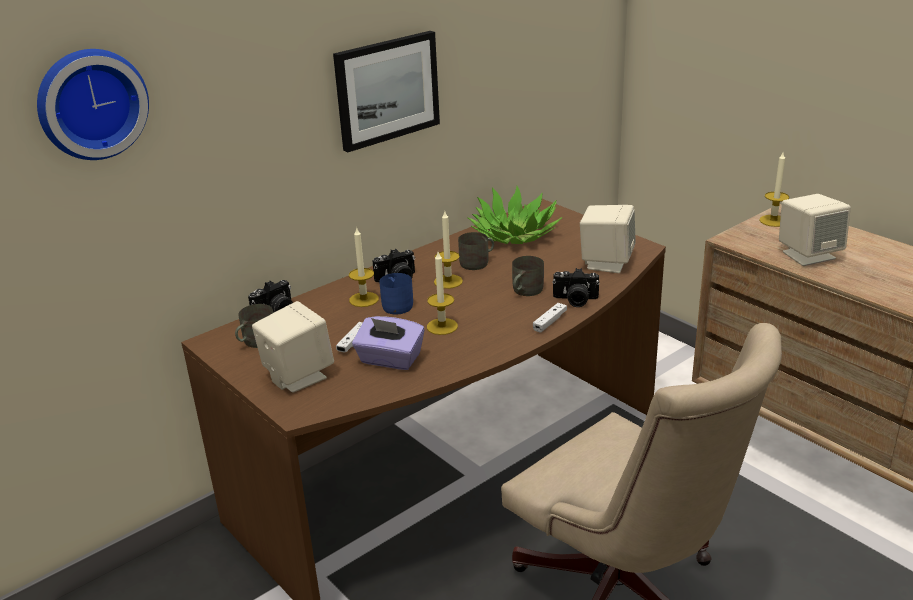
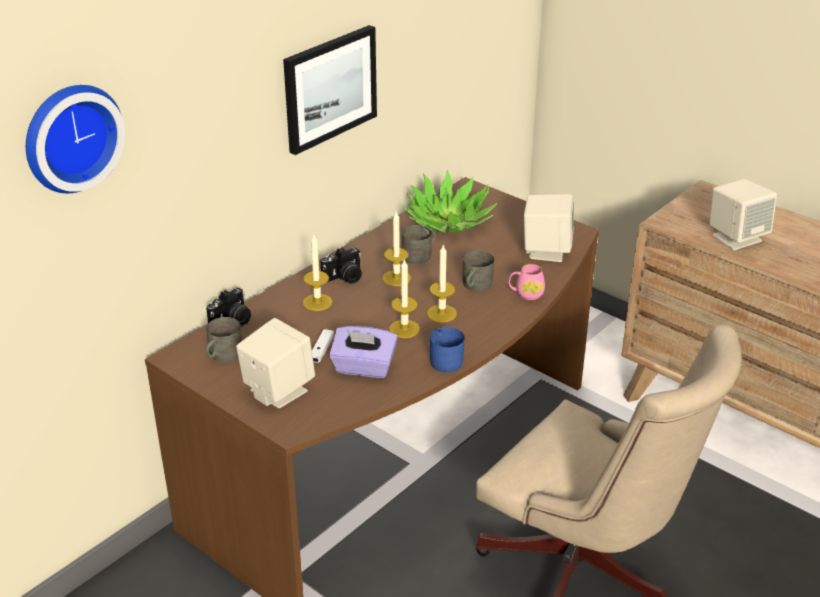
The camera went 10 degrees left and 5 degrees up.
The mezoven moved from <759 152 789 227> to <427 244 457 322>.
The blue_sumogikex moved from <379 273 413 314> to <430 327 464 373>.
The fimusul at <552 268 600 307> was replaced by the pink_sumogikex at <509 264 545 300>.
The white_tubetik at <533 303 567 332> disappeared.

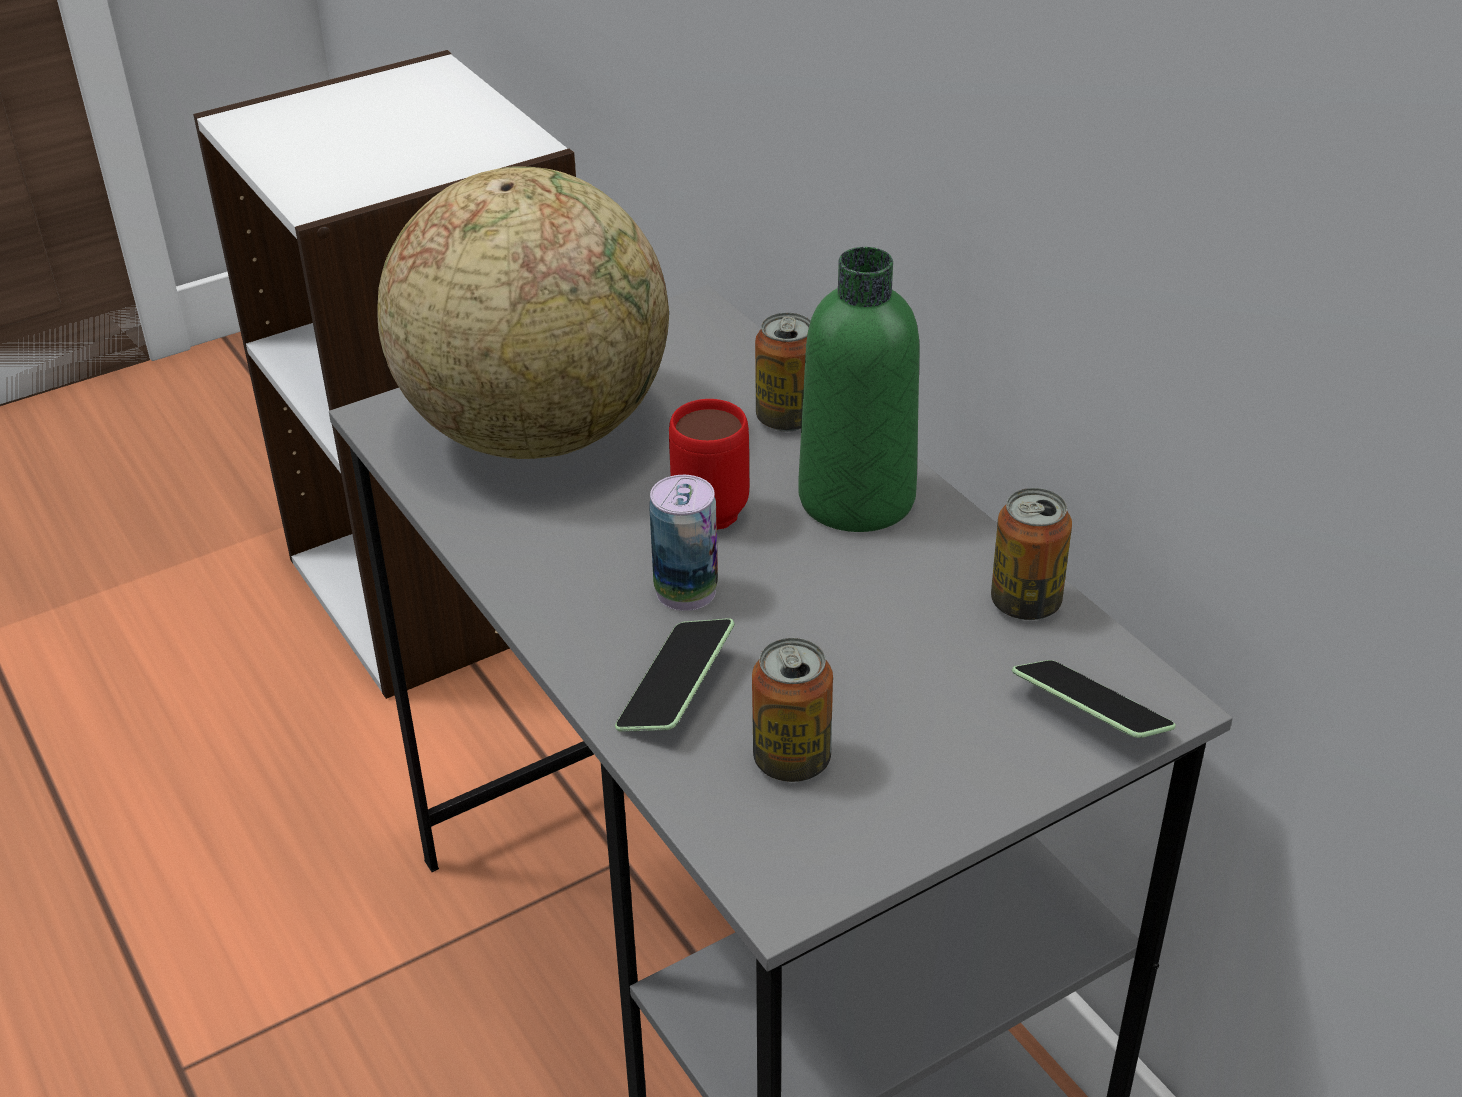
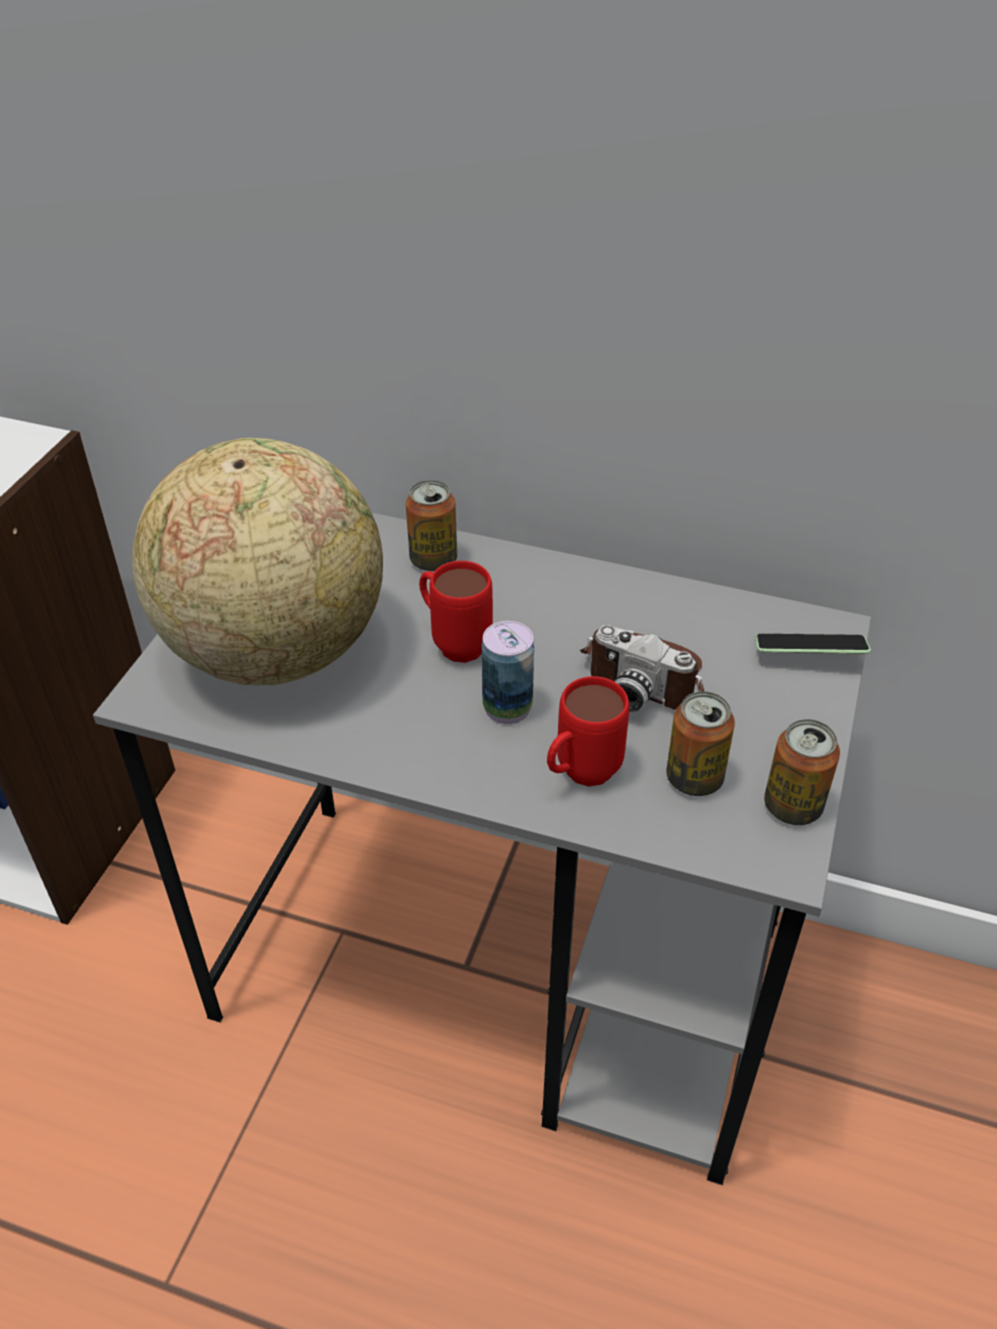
The camera went 40 degrees left and 5 degrees up.
The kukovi at <615 618 735 732> was replaced by the red_sumogikex at <547 676 630 786>.
The fimusul at <580 625 704 712> appeared.
The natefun moved from <991 488 1072 620> to <764 719 840 825>.
The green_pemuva at <798 247 920 532> disappeared.

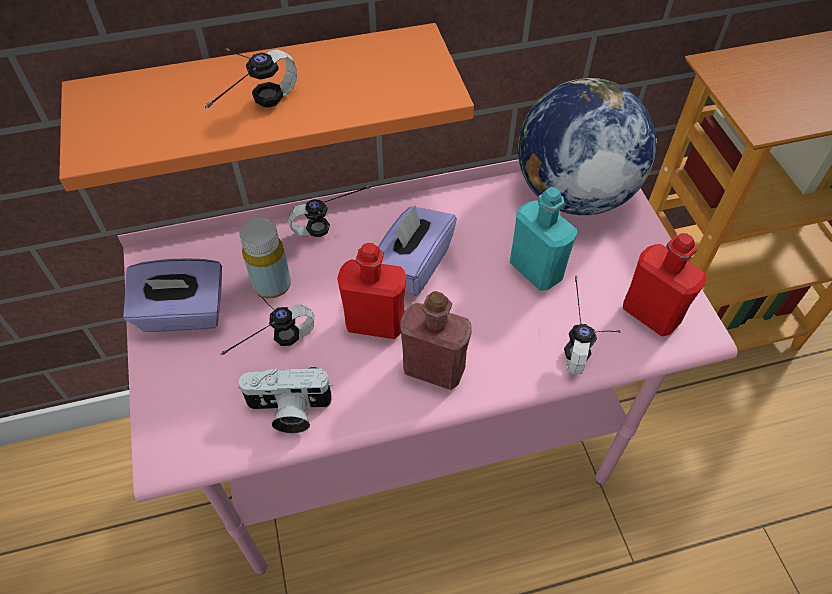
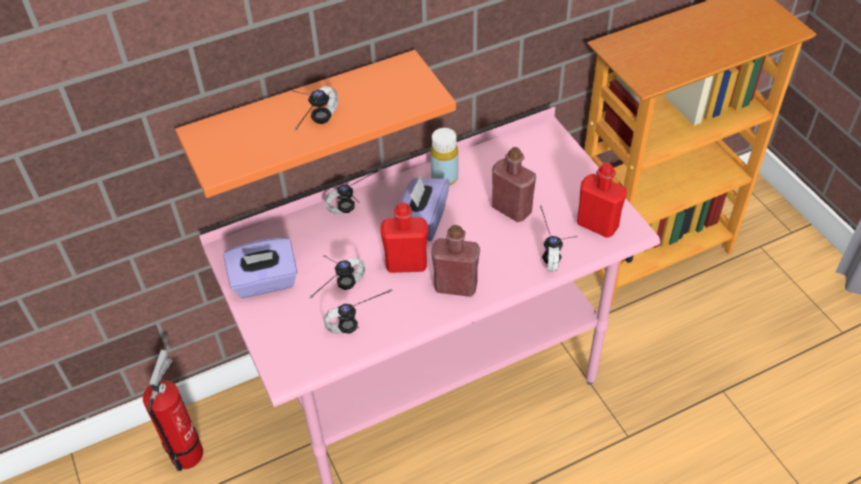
The camera went 10 degrees left and 5 degrees down.
The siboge at <143 350 203 471> appeared.
The fimusul at <238 367 333 433> was replaced by the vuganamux at <324 289 392 334>.
The yellow_pemuva moved from <239 218 291 298> to <431 128 458 186>.
The turquoise_pemuva at <509 187 577 290> became the red_pemuva at <492 147 536 222>.
The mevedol at <518 78 657 215> disappeared.

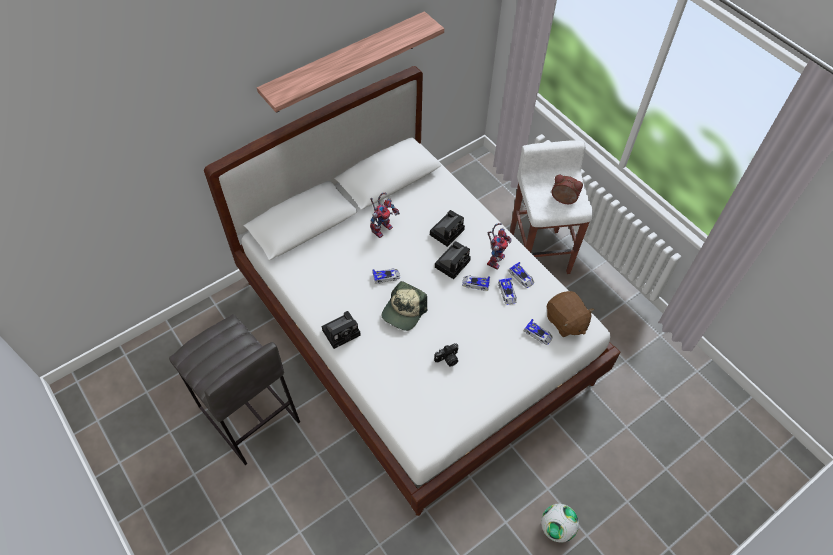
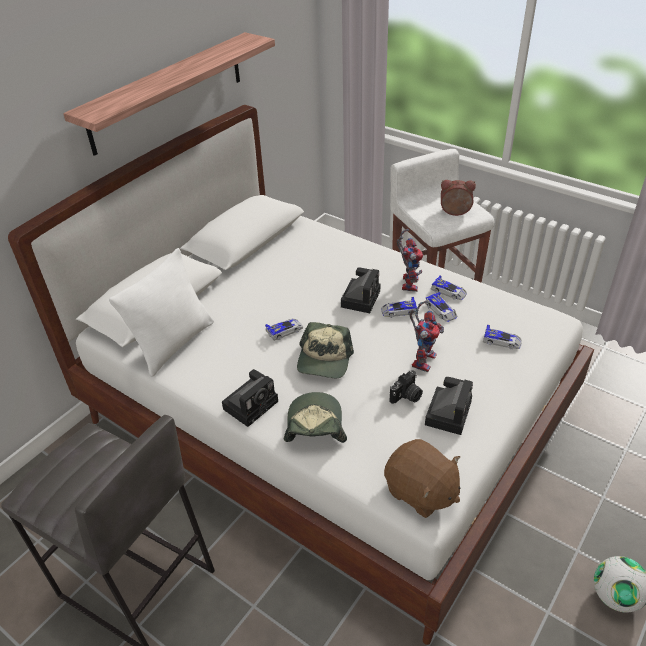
The camera went 15 degrees left and 15 degrees down.
The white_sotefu at <109 248 214 377> appeared.
The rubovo at <284 392 347 443> appeared.
The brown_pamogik moved from <547 291 594 337> to <384 439 460 518>.
The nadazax moved from <370 193 400 238> to <409 301 444 372>.
The fimusul moved from <430 210 465 247> to <425 377 473 435>.

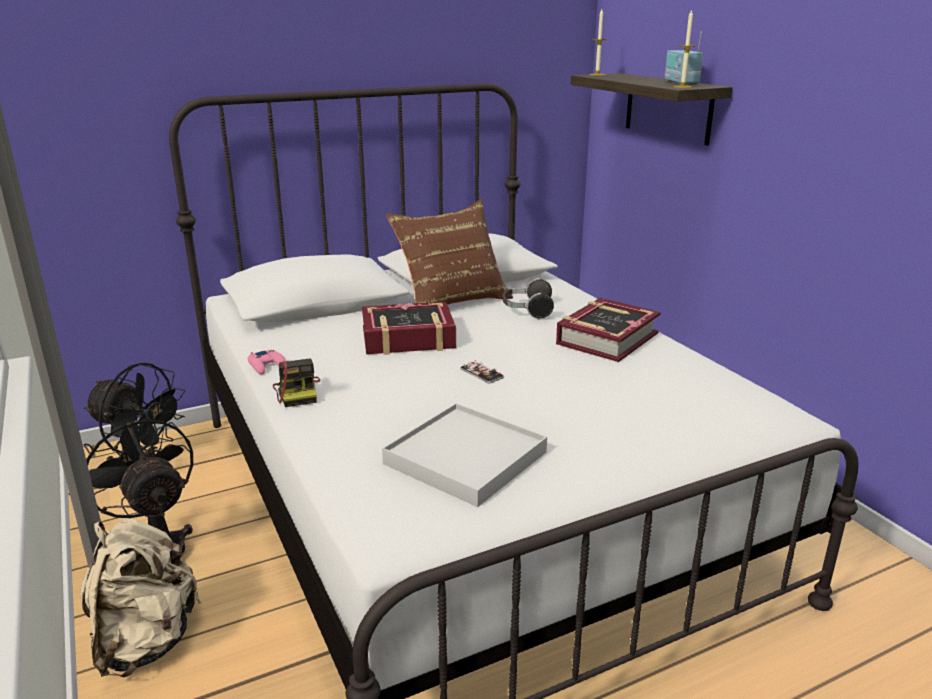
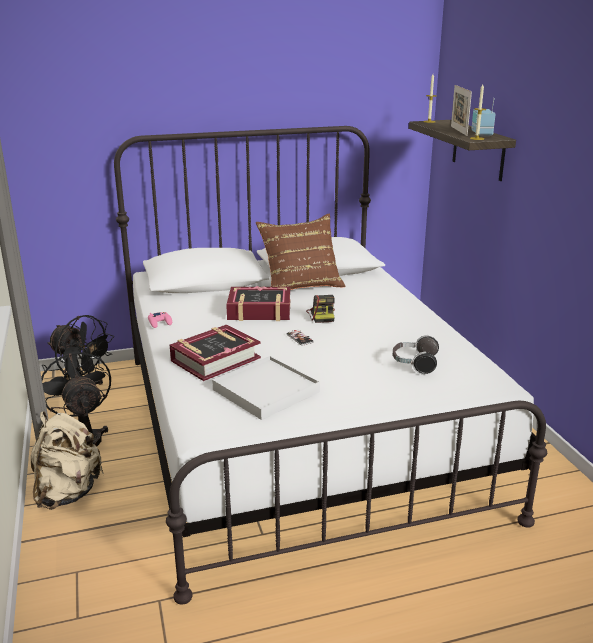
The camera went 10 degrees right and 0 degrees up.
The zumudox moved from <556 298 661 362> to <170 324 261 381>.
The fimusul moved from <273 359 320 407> to <306 295 335 323>.
The vuganamux moved from <503 278 554 320> to <393 335 439 375>.
The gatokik at <451 85 472 136> appeared.

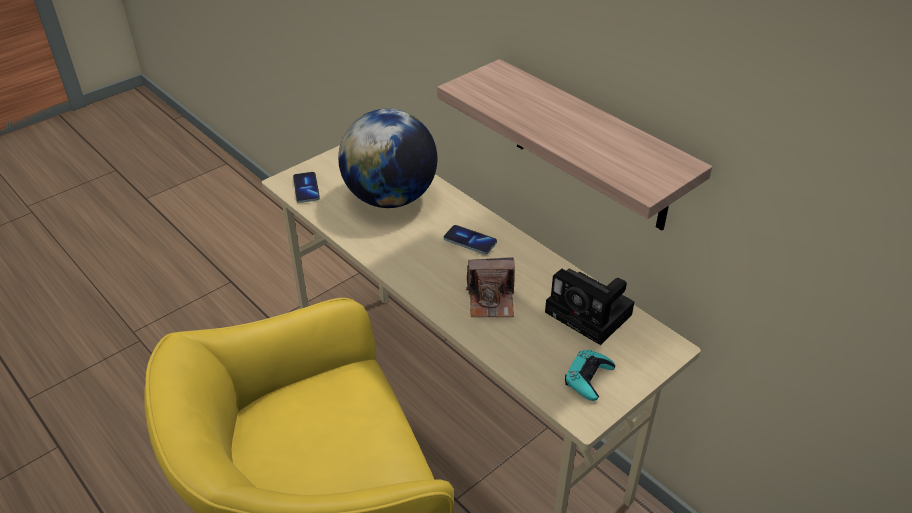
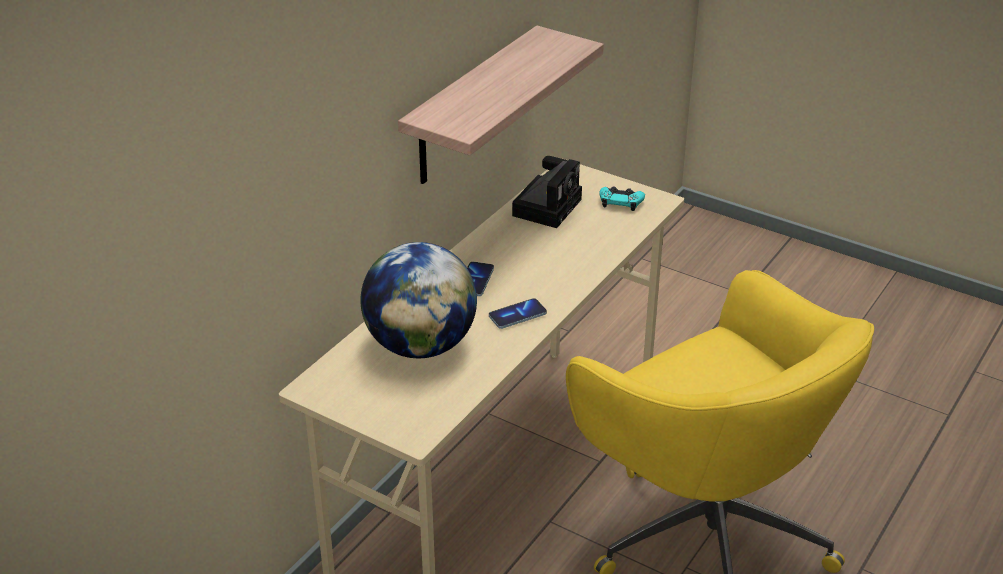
The camera went 105 degrees left and 5 degrees down.
The kukovi moved from <293 172 320 203> to <489 298 547 329>.
The fimusul at <466 257 515 317> disappeared.

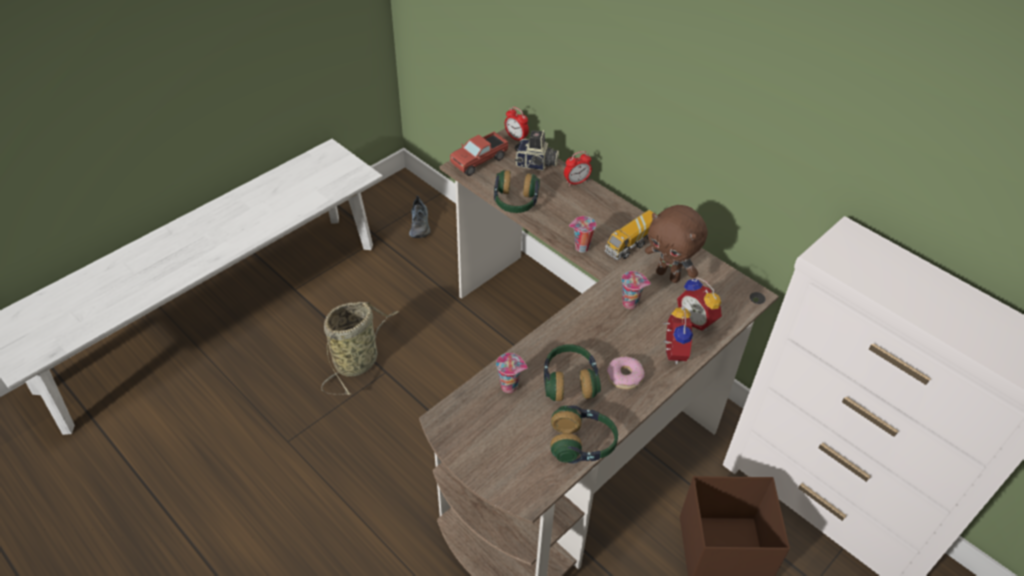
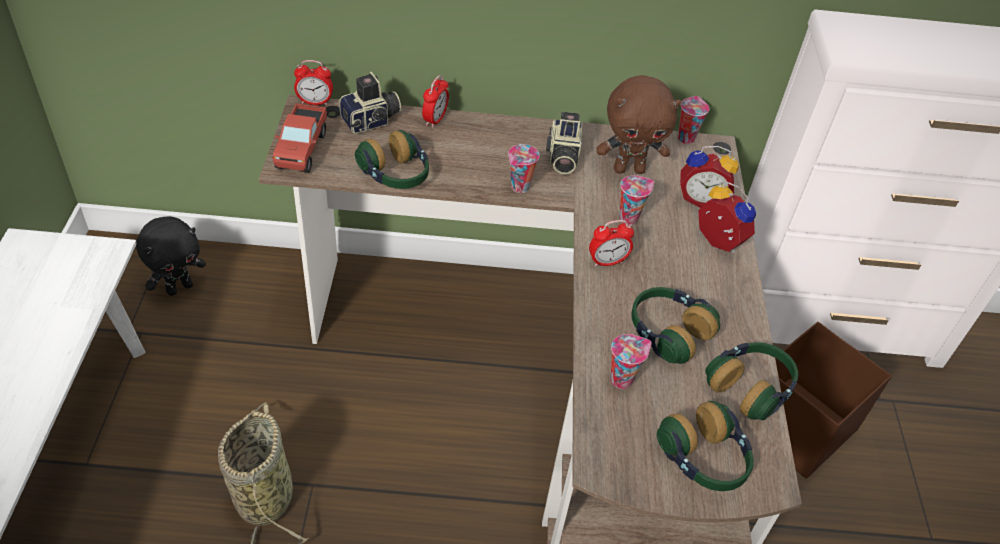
The camera went 45 degrees left and 0 degrees up.
The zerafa at <409 196 430 238> was replaced by the black_pamogik at <136 216 206 296>.
The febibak at <605 210 657 260> was replaced by the fimusul at <546 112 582 174>.
The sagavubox at <589 220 634 267> appeared.
The vuganamux at <657 401 754 491> appeared.
The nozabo at <678 96 710 144> appeared.
The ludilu at <607 356 645 389> disappeared.

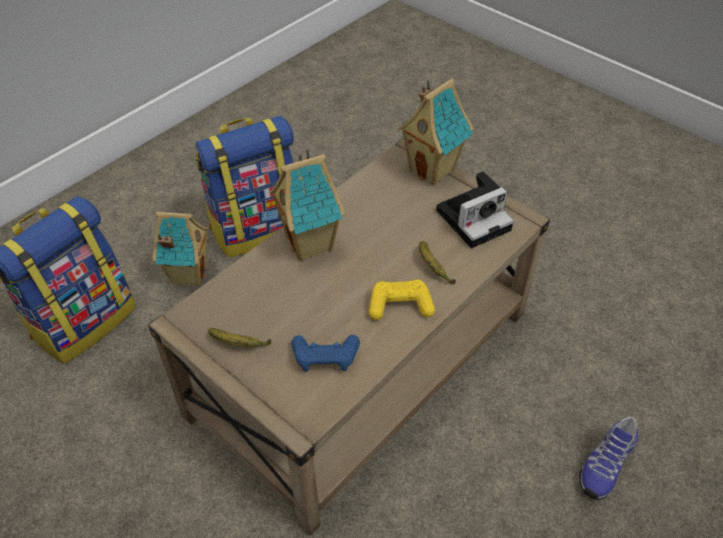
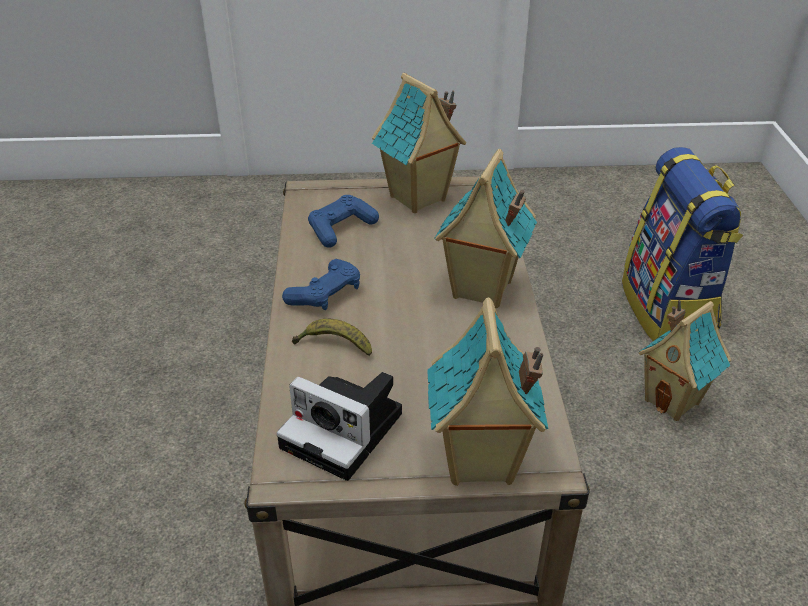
The camera went 135 degrees right and 10 degrees down.
The fimusul at <436 171 514 248> turned 75 degrees counterclockwise.
The yellow_tubetik at <369 280 435 320> became the blue_tubetik at <282 259 360 310>.
The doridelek at <208 328 272 347> was replaced by the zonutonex at <372 73 466 213>.
The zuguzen at <196 115 294 257> disappeared.
The zerafa at <579 417 638 500> disappeared.

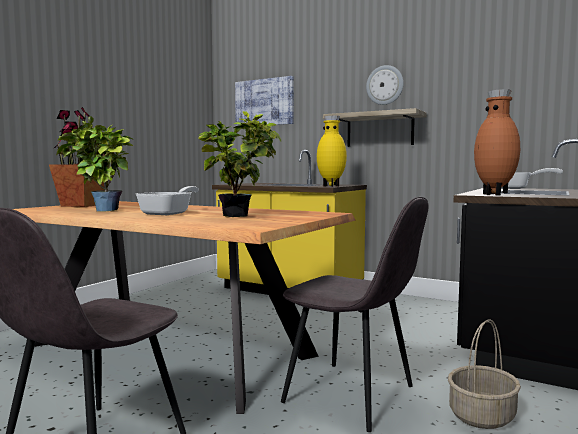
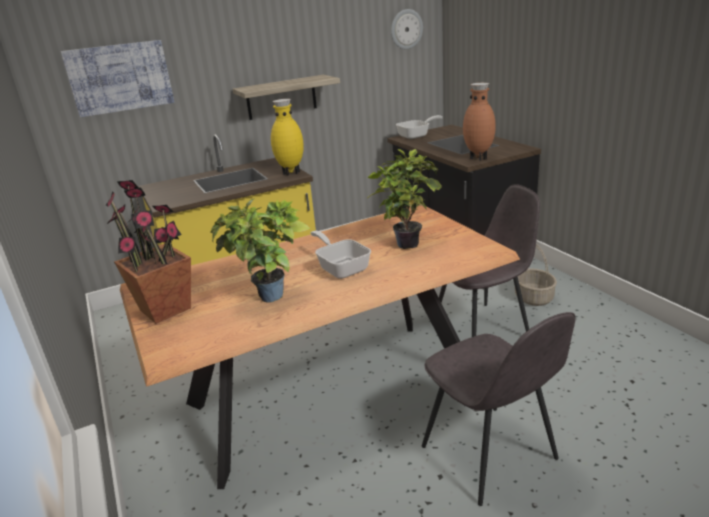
The camera went 55 degrees left and 20 degrees up.
The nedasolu moved from <366 65 404 105> to <391 9 423 50>.

